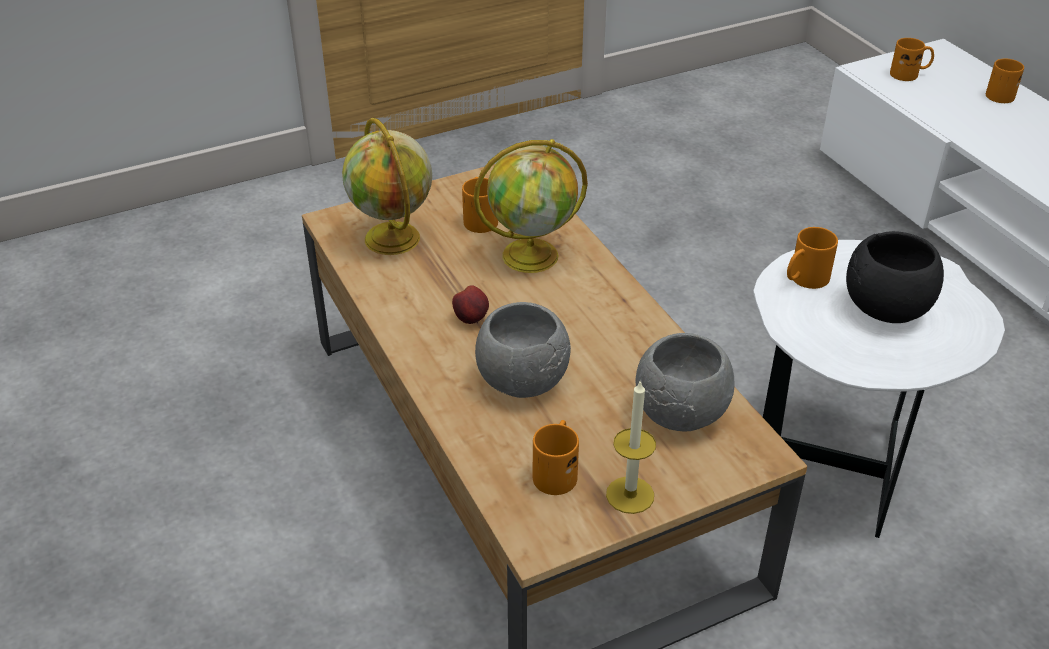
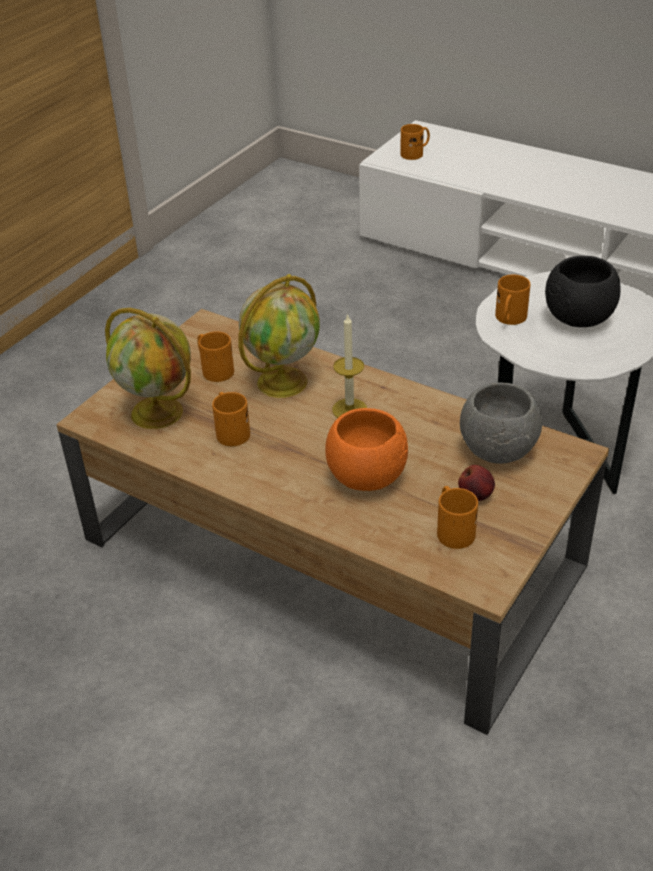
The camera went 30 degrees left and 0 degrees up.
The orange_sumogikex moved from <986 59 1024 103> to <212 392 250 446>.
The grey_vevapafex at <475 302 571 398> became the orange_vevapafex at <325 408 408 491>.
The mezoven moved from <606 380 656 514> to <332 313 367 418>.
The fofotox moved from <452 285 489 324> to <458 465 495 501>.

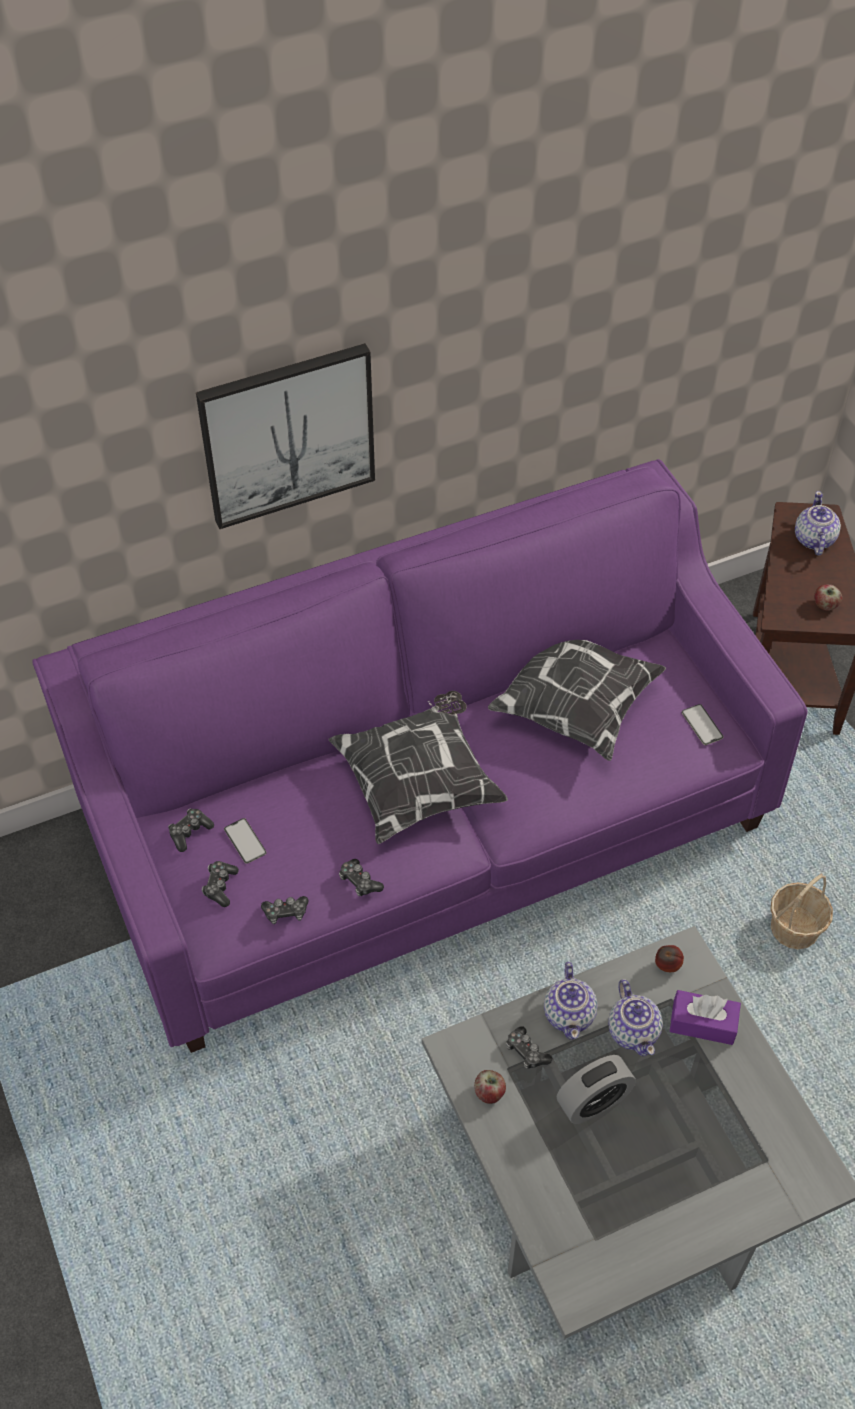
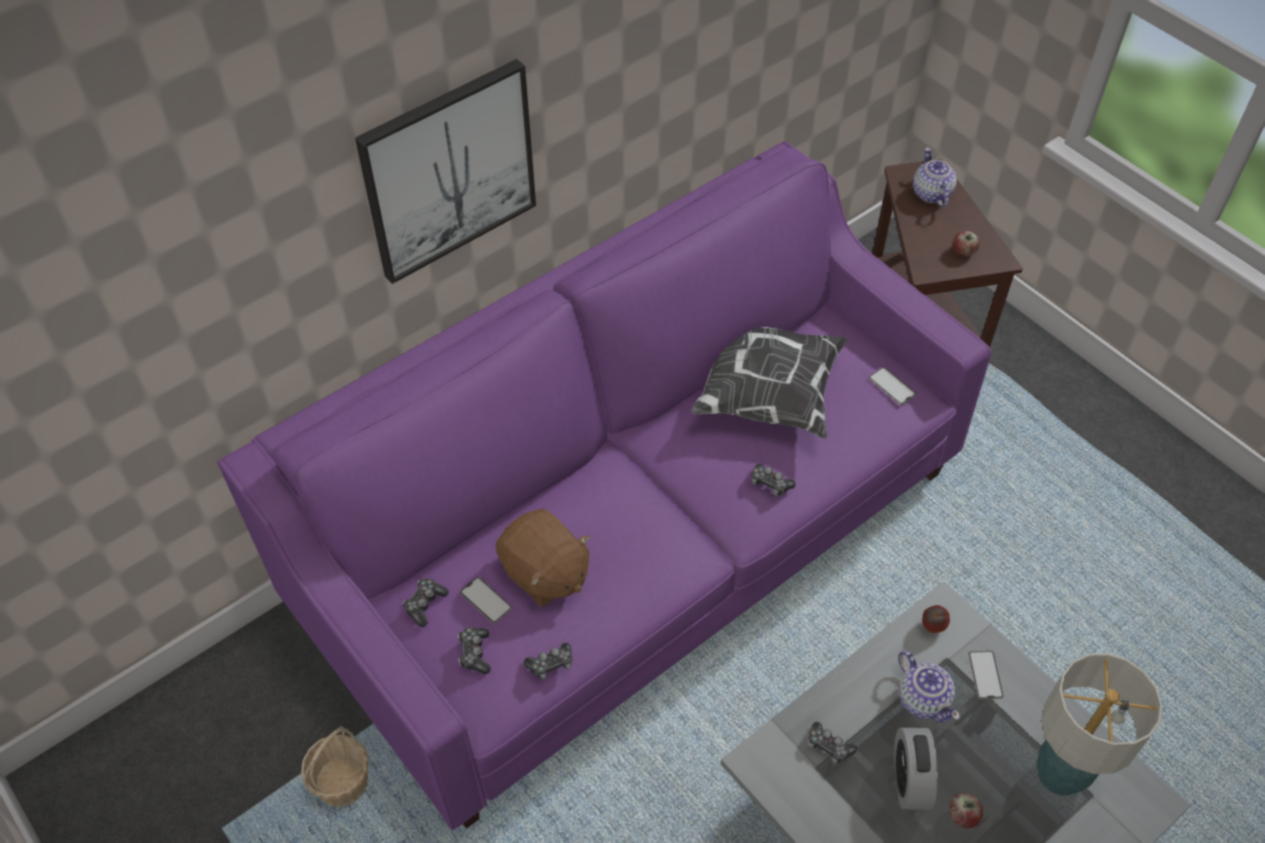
The camera went 15 degrees left and 0 degrees up.
The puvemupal moved from <770 873 833 949> to <301 726 369 807>.
The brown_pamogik at <496 509 590 607> appeared.
The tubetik moved from <339 859 384 897> to <752 464 796 497>.
The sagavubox at <557 1055 636 1124> turned 135 degrees clockwise.
The fofotox moved from <474 1070 506 1104> to <949 793 983 829>.
The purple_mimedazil at <670 990 741 1045> was replaced by the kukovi at <968 651 1004 699>.
The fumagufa at <1037 653 1163 796> appeared.
The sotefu at <329 691 508 844> disappeared.
The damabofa at <544 962 598 1040> disappeared.

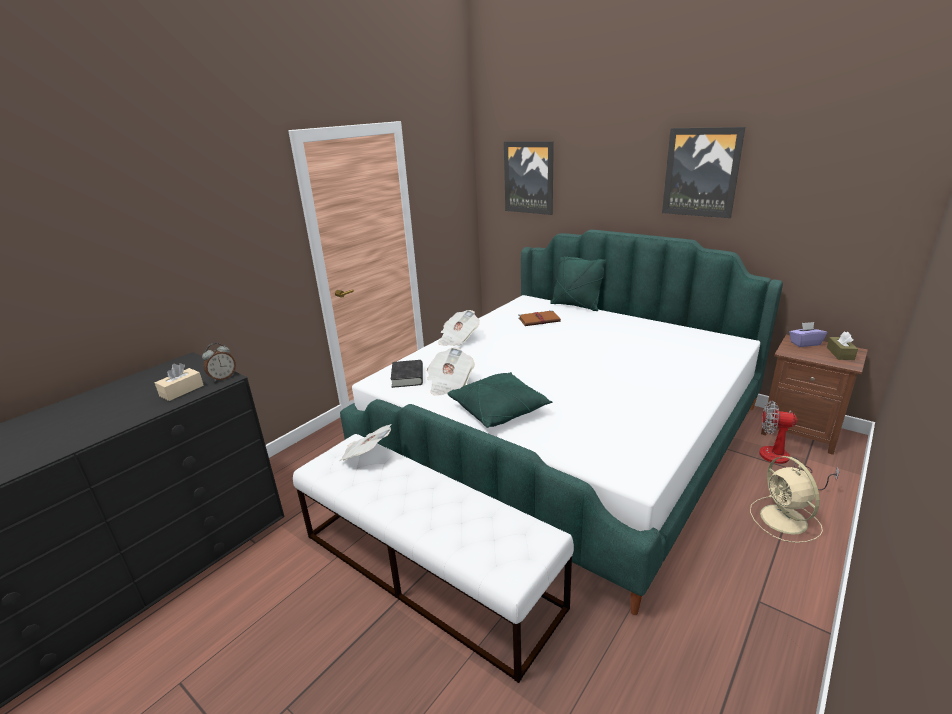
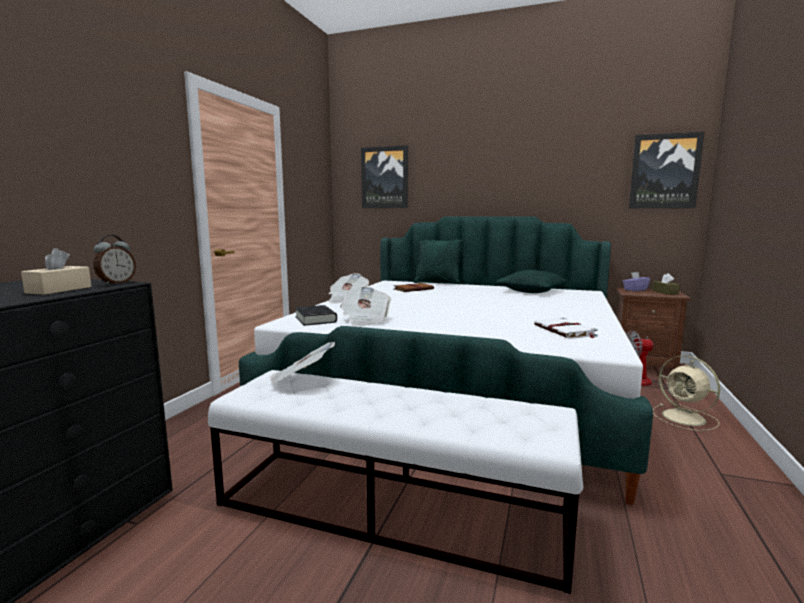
The camera went 20 degrees left and 15 degrees down.
The green_sotefu moved from <447 372 552 428> to <496 270 568 293>.
The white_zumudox at <534 318 598 338> appeared.
The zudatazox moved from <662 127 745 218> to <629 132 704 208>.

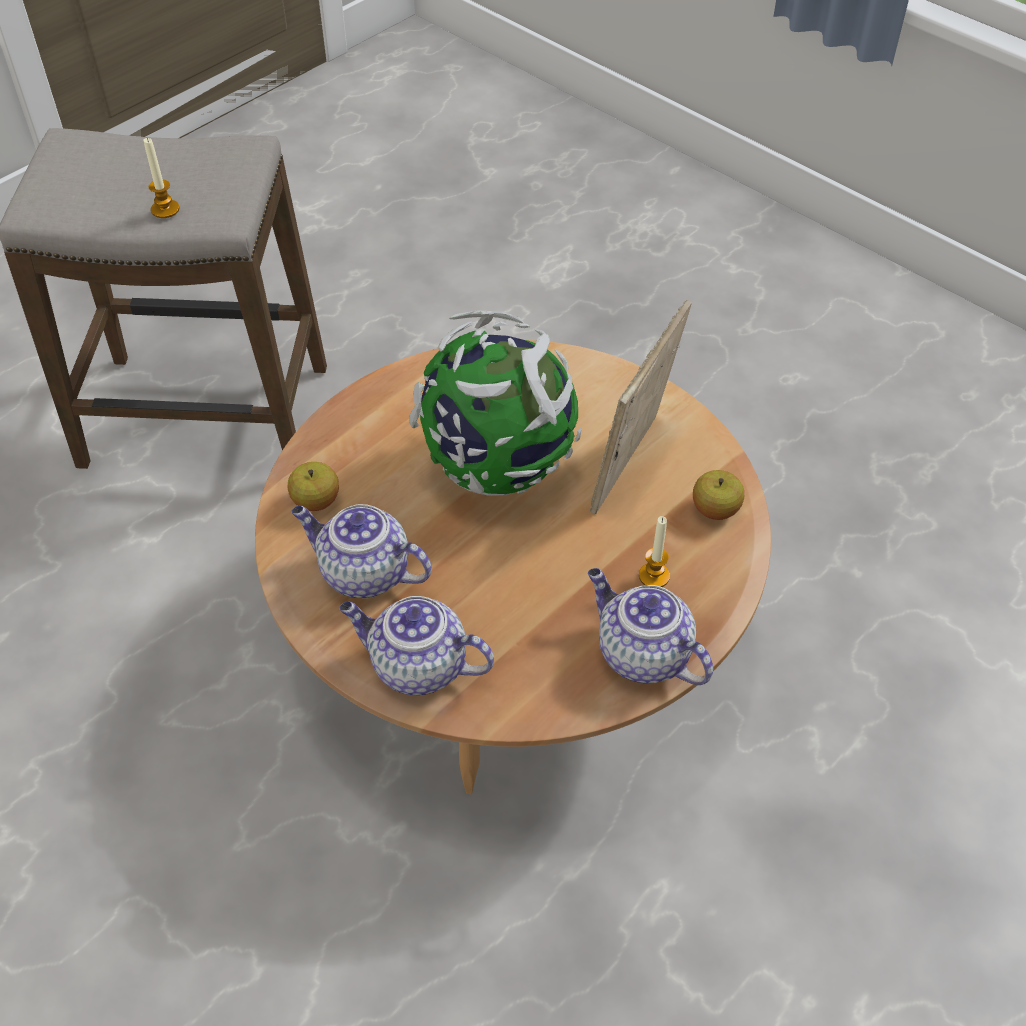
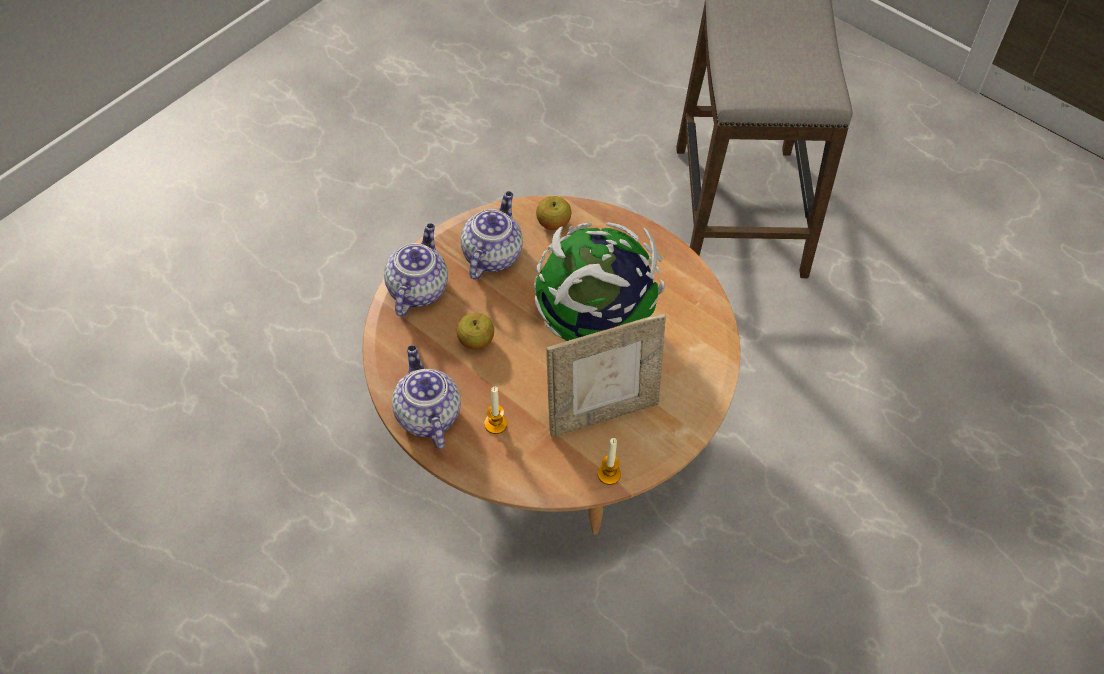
The camera went 85 degrees right and 5 degrees up.
The damabofa at <588 568 713 685> turned 60 degrees counterclockwise.
The fofotox moved from <693 470 744 520> to <457 313 494 350>.
The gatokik at <590 300 692 514> turned 135 degrees clockwise.
The mezoven moved from <143 138 179 218> to <597 438 621 485>.

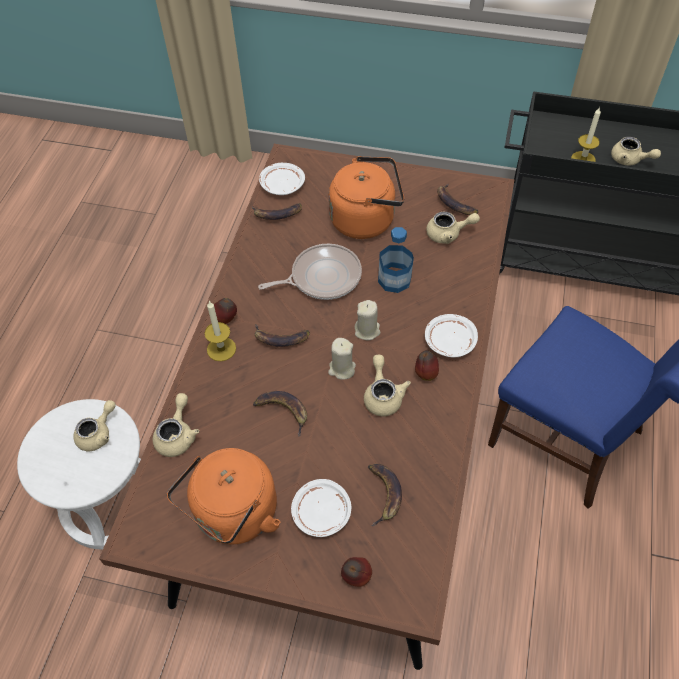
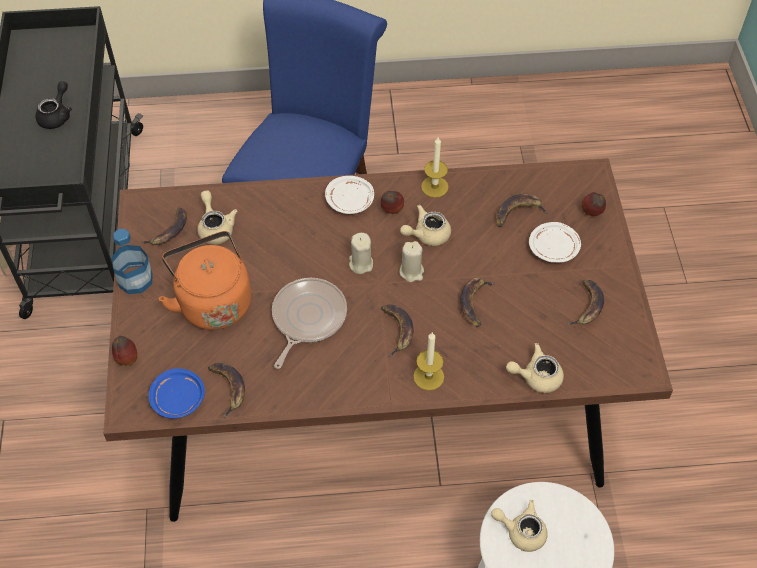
The camera went 110 degrees left and 0 degrees up.
The beige_damabofa at <611 137 661 166> became the black_damabofa at <36 81 72 129>.
The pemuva moved from <378 227 414 293> to <111 229 153 294>.
The fofotox moved from <214 298 237 324> to <112 336 137 366>.
The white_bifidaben at <259 163 305 195> became the blue_bifidaben at <149 368 205 419>.
The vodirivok at <258 244 362 300> turned 60 degrees clockwise.
The mezoven moved from <571 107 601 162> to <421 137 449 198>.
The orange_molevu at <167 448 280 544> was replaced by the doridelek at <566 280 604 325>.

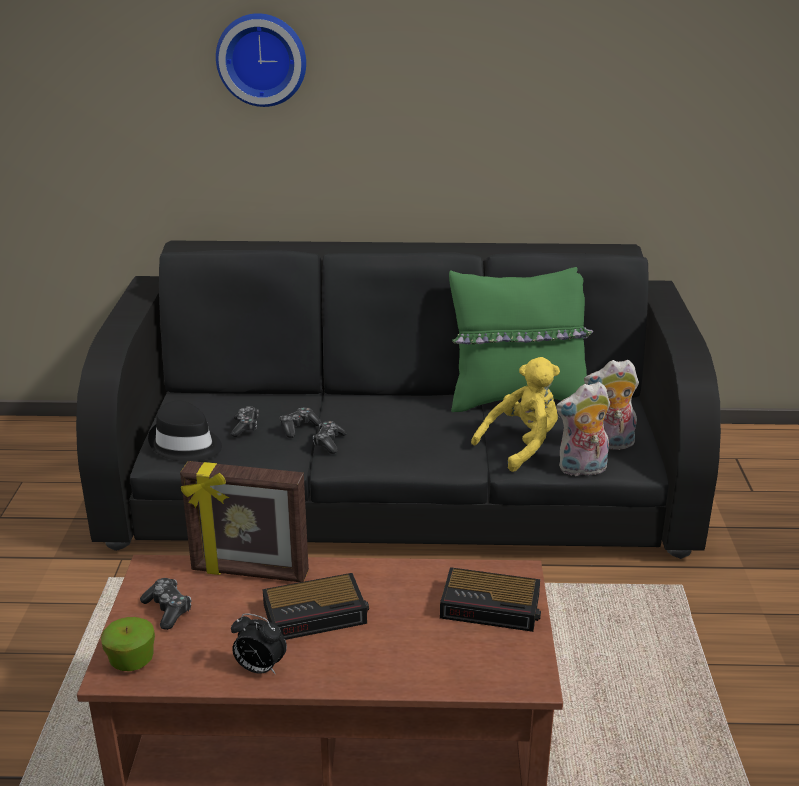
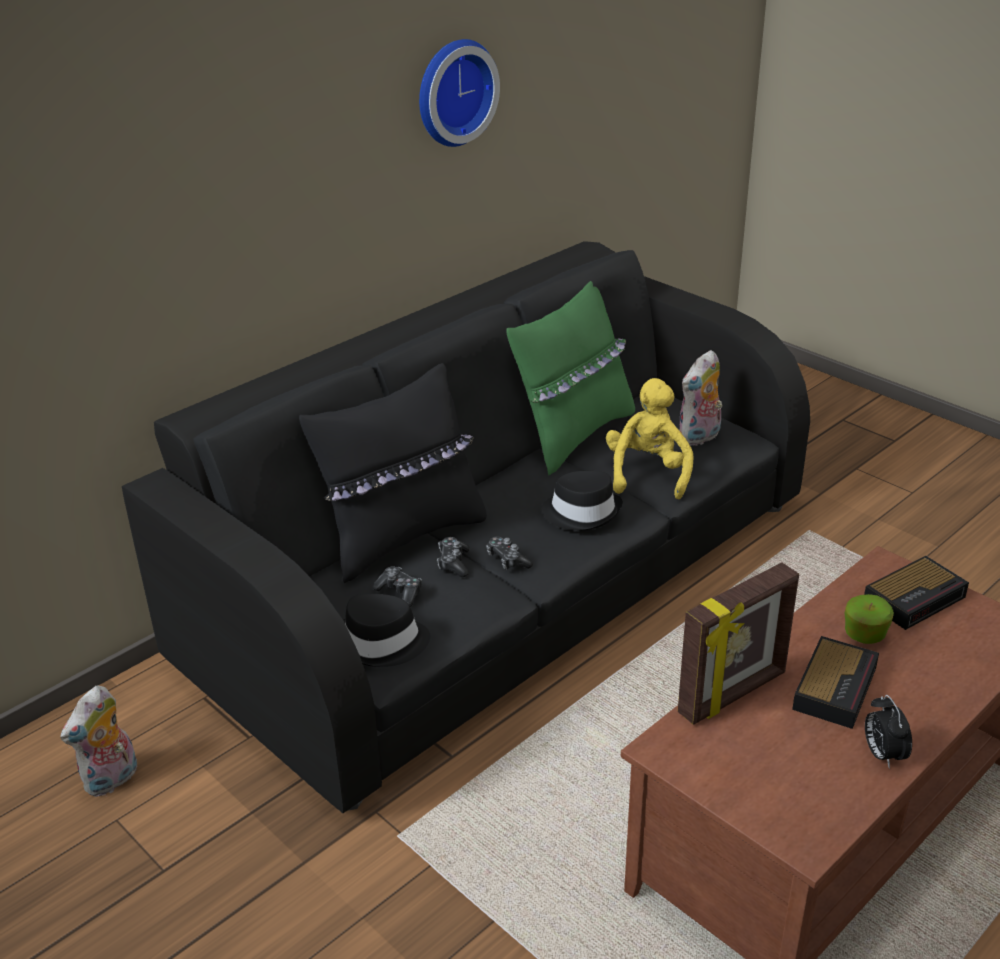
The camera went 45 degrees left and 5 degrees up.
The pamogik moved from <556 382 610 476> to <60 686 137 797>.
The black_sotefu at <299 363 487 583> appeared.
The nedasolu moved from <216 13 306 107> to <419 39 500 147>.
The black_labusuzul at <542 471 623 531> appeared.
The fofotox moved from <101 617 155 671> to <845 594 894 644>.
The sagavubox at <231 613 287 675> turned 105 degrees clockwise.
The tubetik at <140 578 191 630> disappeared.

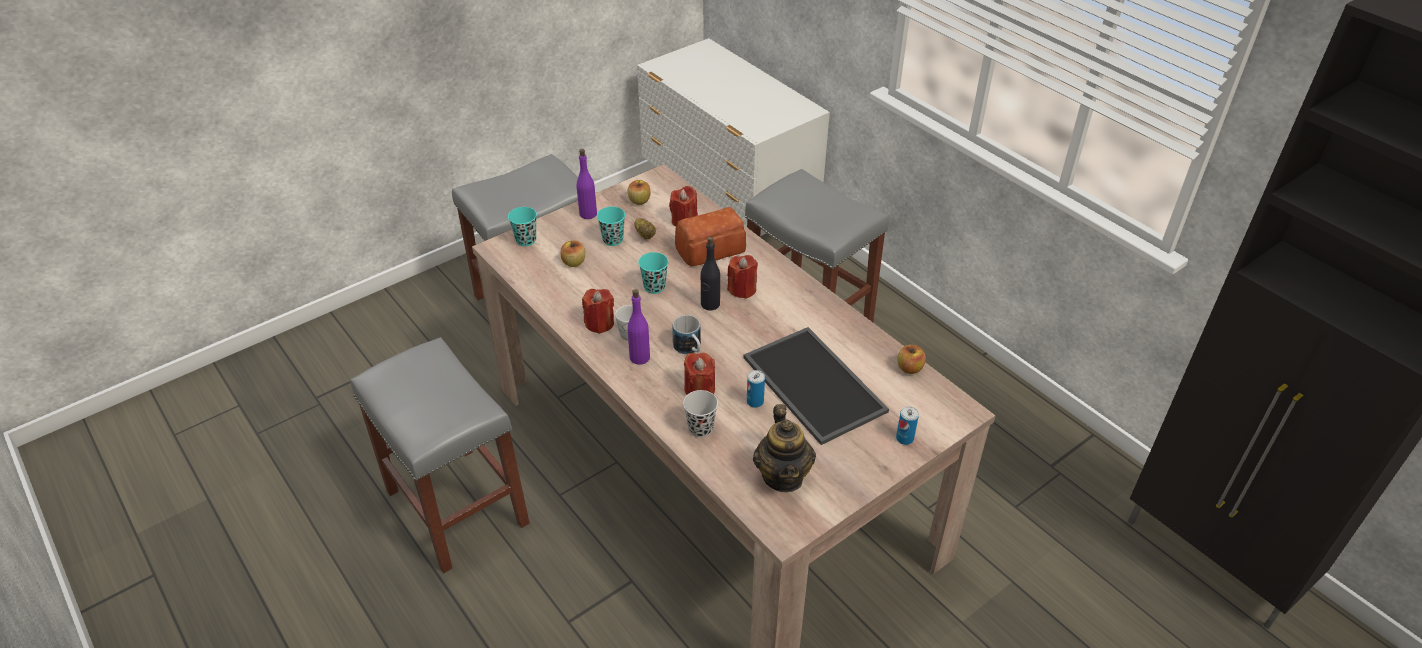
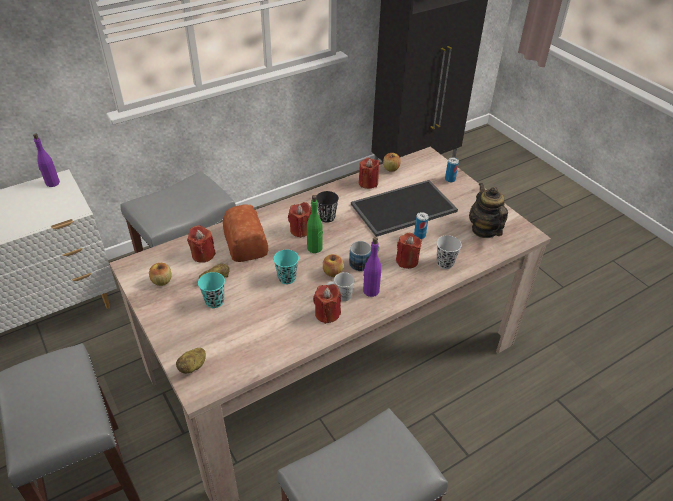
The camera went 85 degrees left and 0 degrees up.
The purple_pemuva moved from <577 149 597 219> to <33 133 60 187>.
The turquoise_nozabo at <508 207 537 246> was replaced by the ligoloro at <176 348 205 374>.
The black_pemuva at <701 236 720 310> became the green_pemuva at <307 195 323 253>.
The black_nozabo at <317 191 339 223> appeared.
The fofotox moved from <561 240 585 267> to <323 254 344 277>.
The red_mezoven at <359 158 379 189> appeared.
The damabofa at <753 404 816 492> turned 105 degrees counterclockwise.

